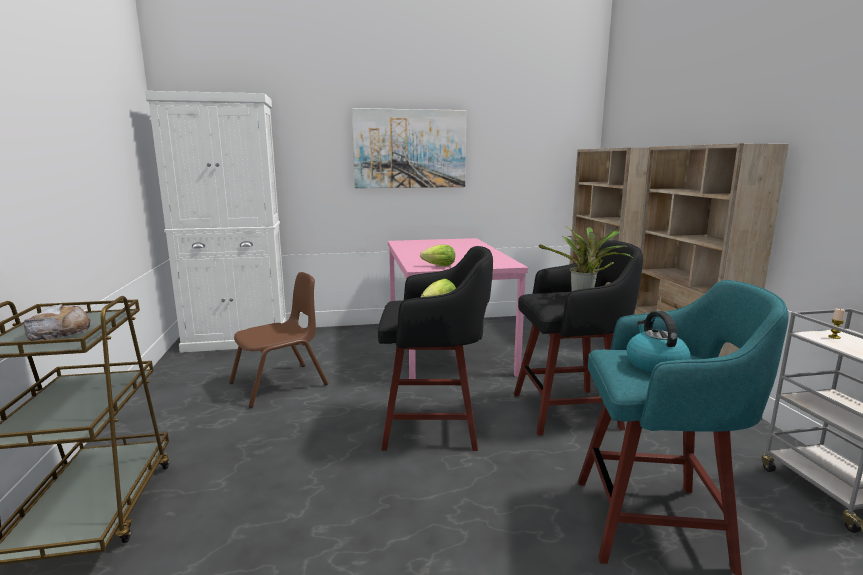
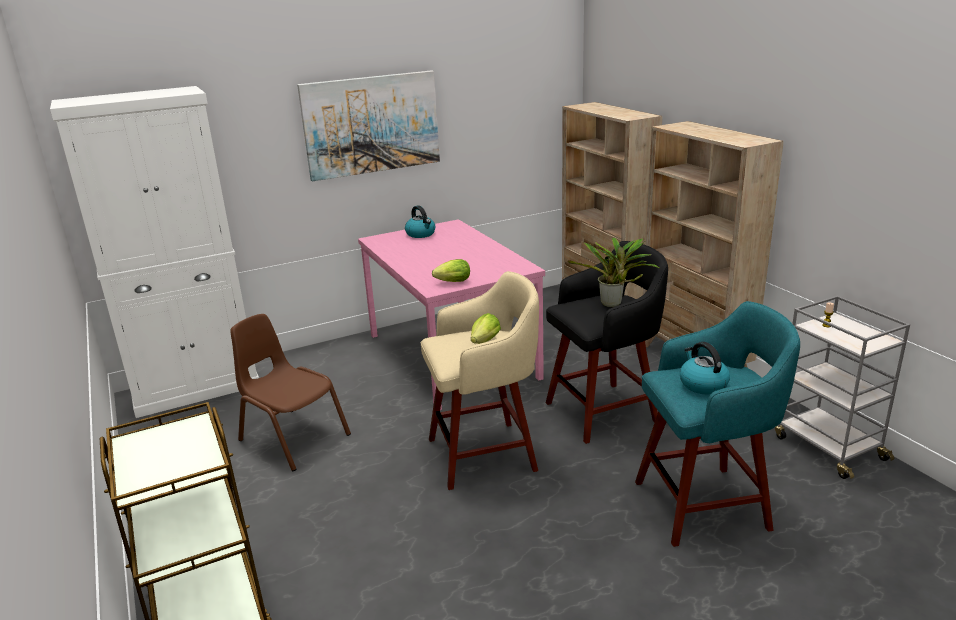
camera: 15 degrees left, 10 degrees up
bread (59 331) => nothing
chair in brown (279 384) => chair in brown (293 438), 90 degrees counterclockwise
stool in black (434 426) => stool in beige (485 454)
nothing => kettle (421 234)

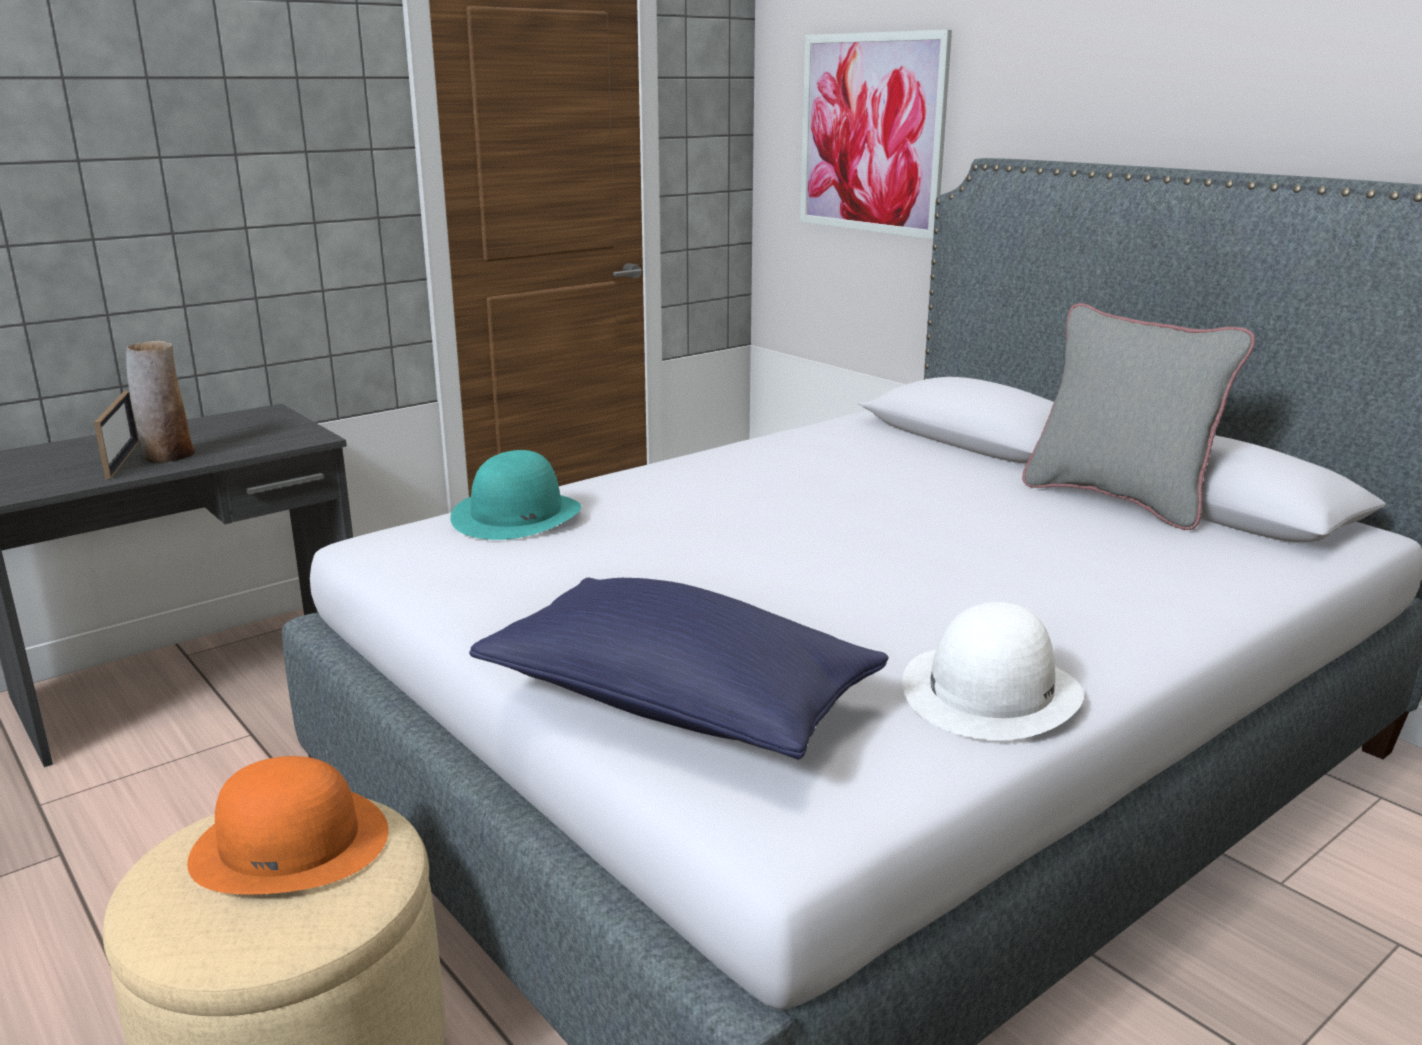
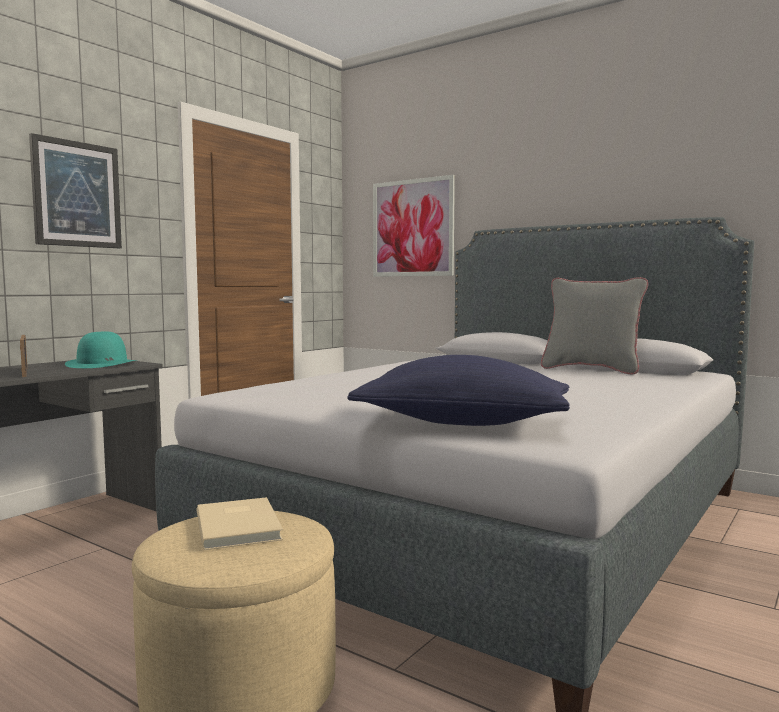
camera: 15 degrees left, 15 degrees down
vase (168 456) => nothing
hat in orange (291 843) => book in beige (240 525)
hat in turquoise (516 515) => hat in turquoise (102 364), shifted
hat in white (991 691) => nothing
nothing => picture (76 194)

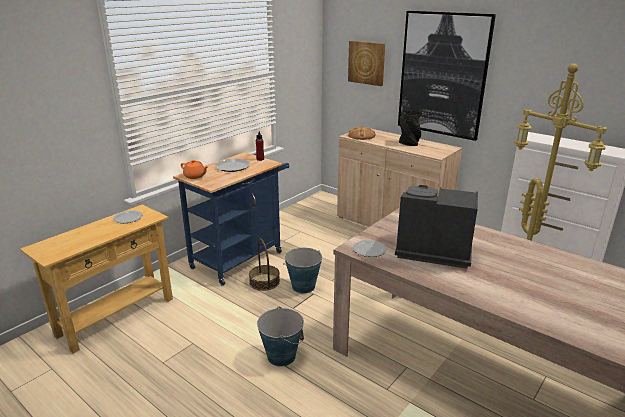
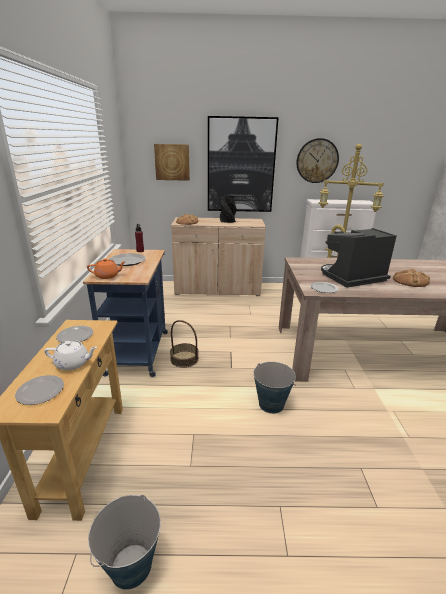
camera: 40 degrees left, 0 degrees up
bucket (303 286) => bucket (131 565), shifted
nothing => plate (41 391)
nothing => teapot in white (73 363)
nothing => wall clock (317 161)
nothing => bread (410 281)

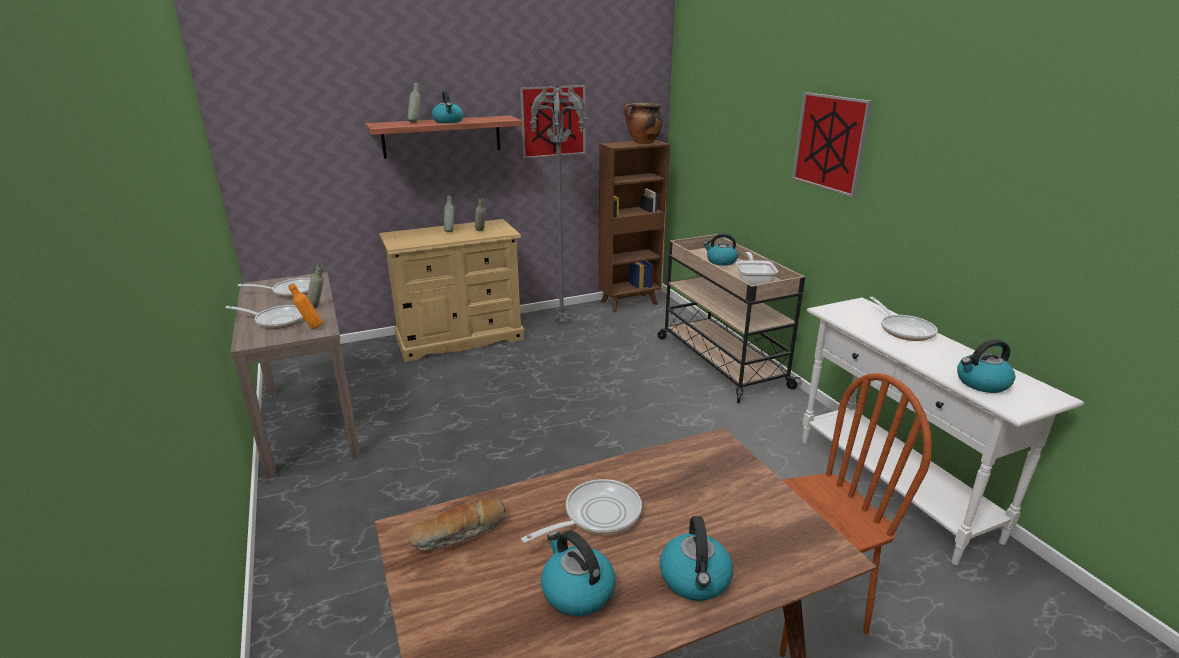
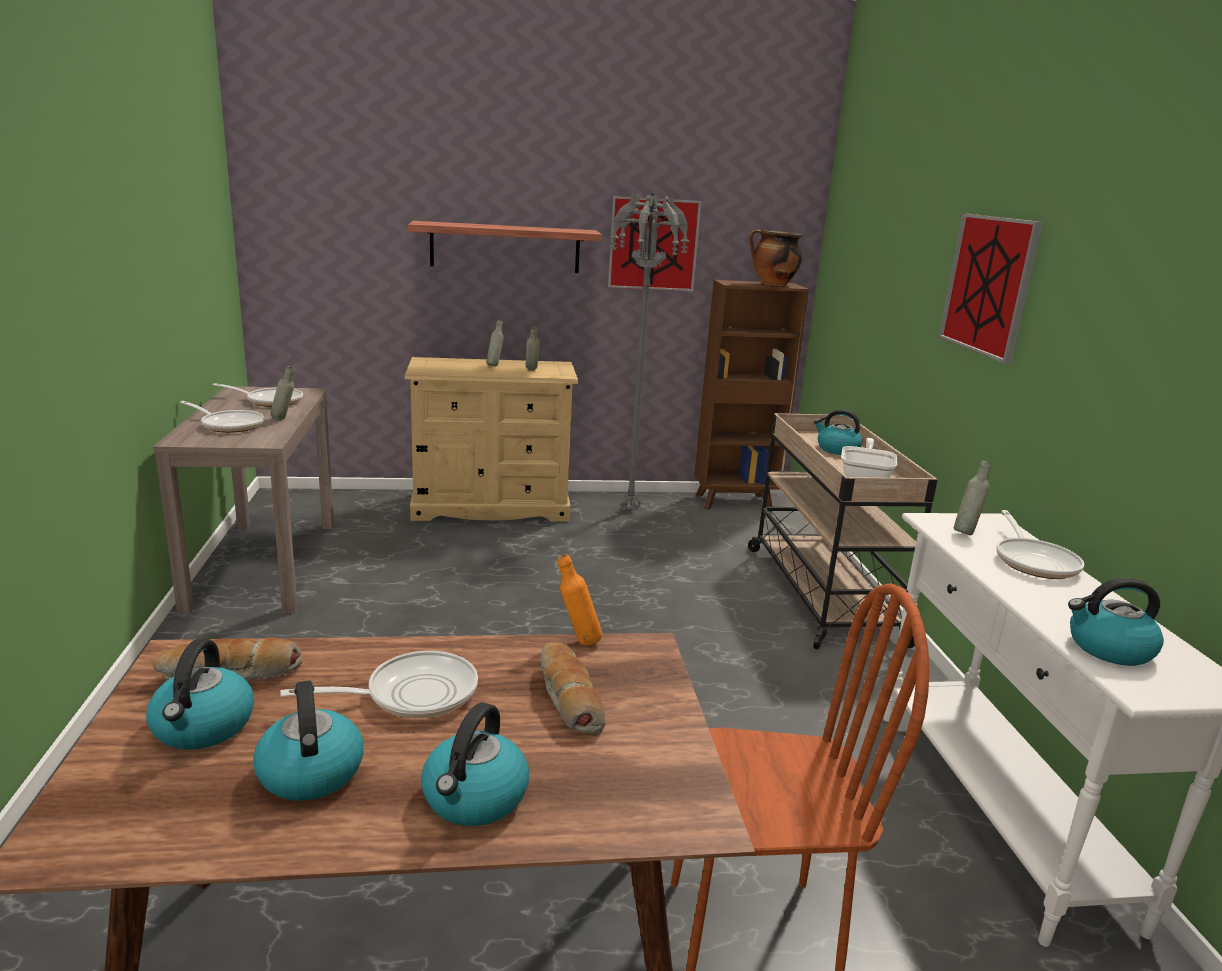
camera: 15 degrees right, 5 degrees down
bottle in orange (310 328) => bottle in orange (577 642), shifted
bottle in grey (415 122) => bottle in grey (966 532), shifted
kettle (448 121) => kettle (203 727), shifted
nothing => bread (567 698)

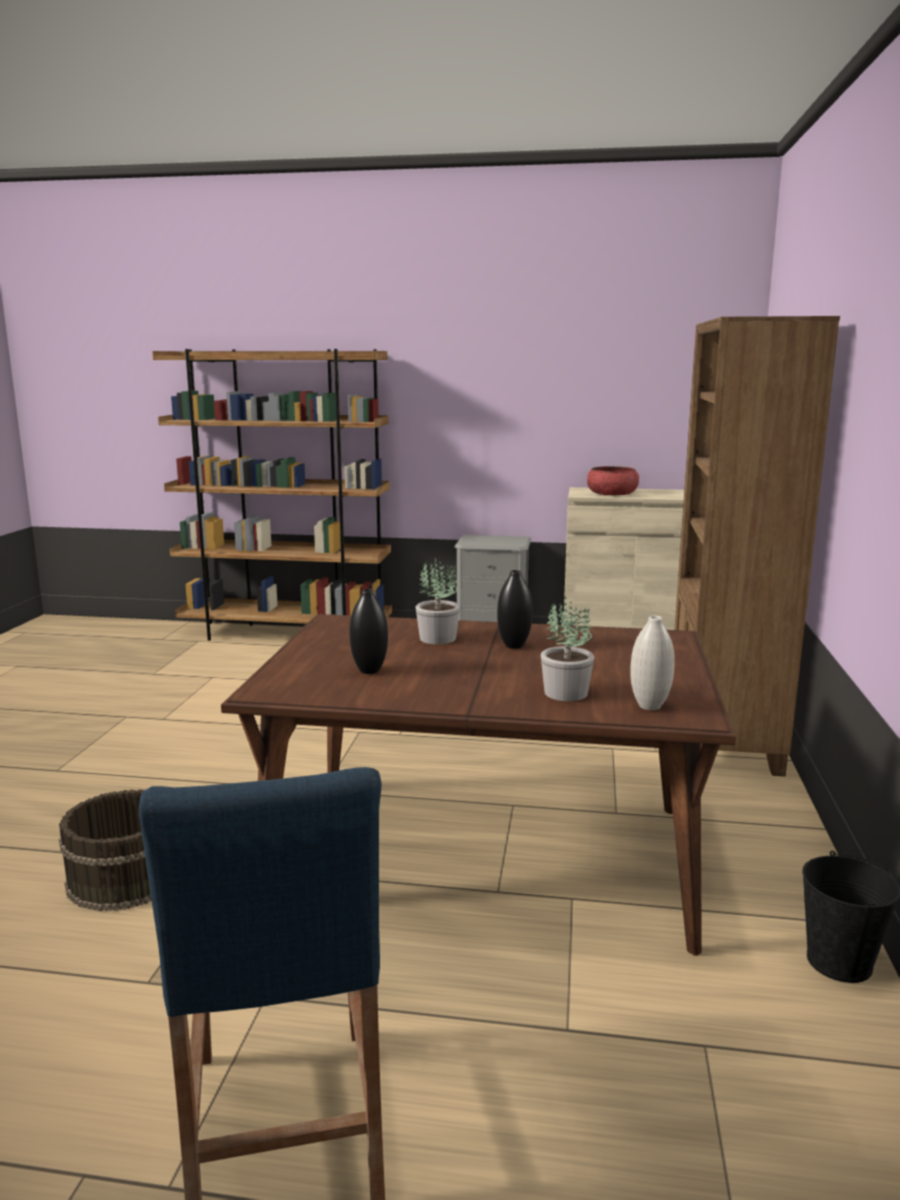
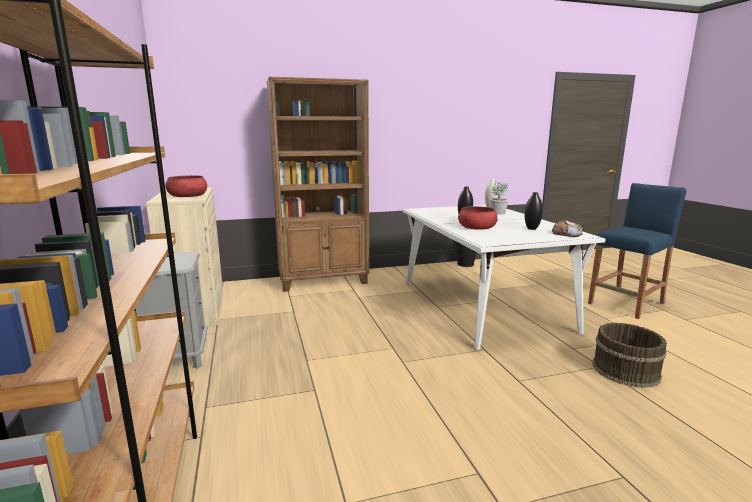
camera: 115 degrees left, 0 degrees up
dining table in brown (486 855) => dining table in white (481 304)
potted plant (437 638) => bowl in red (477 227)
nothing => bread (566 234)

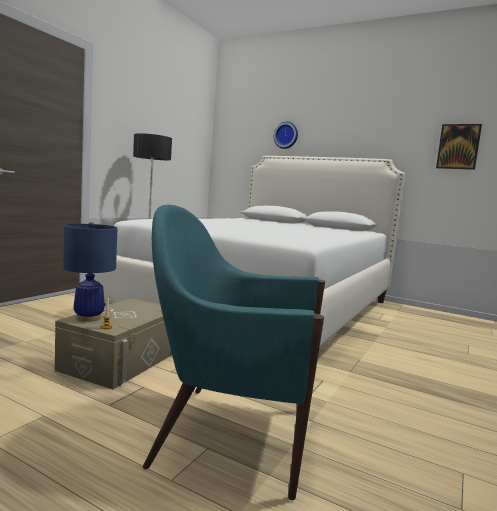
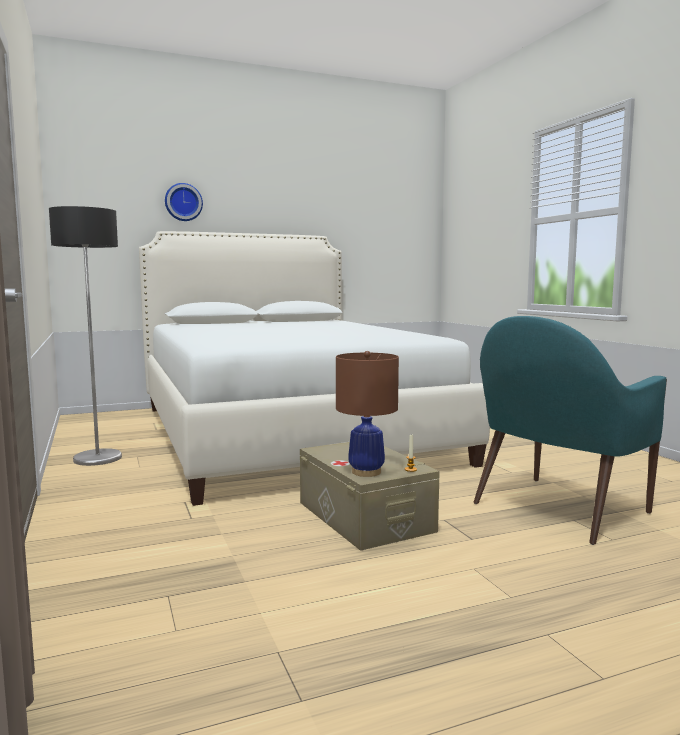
camera: 50 degrees left, 0 degrees up
table lamp in blue (89 318) => table lamp in brown (366 472)
picture (458 146) => nothing

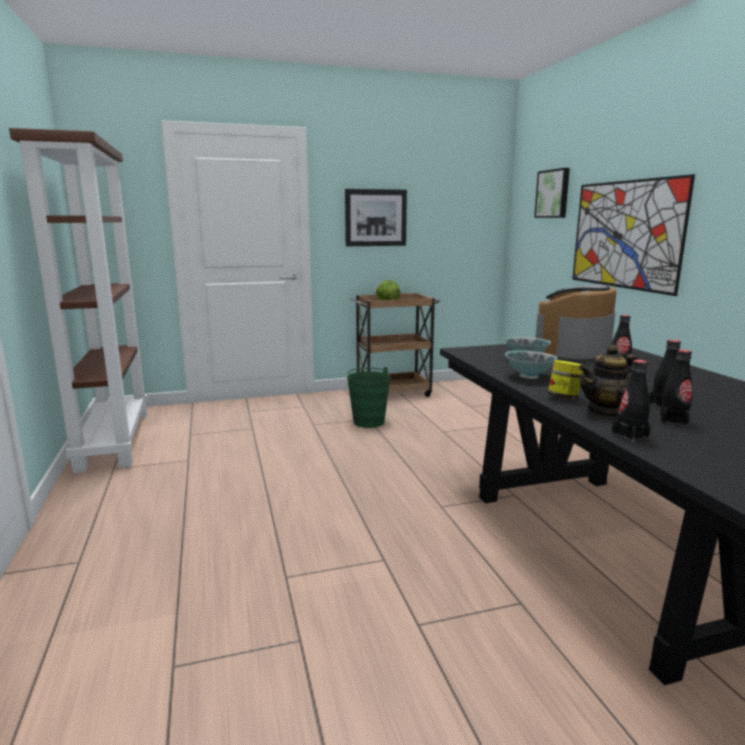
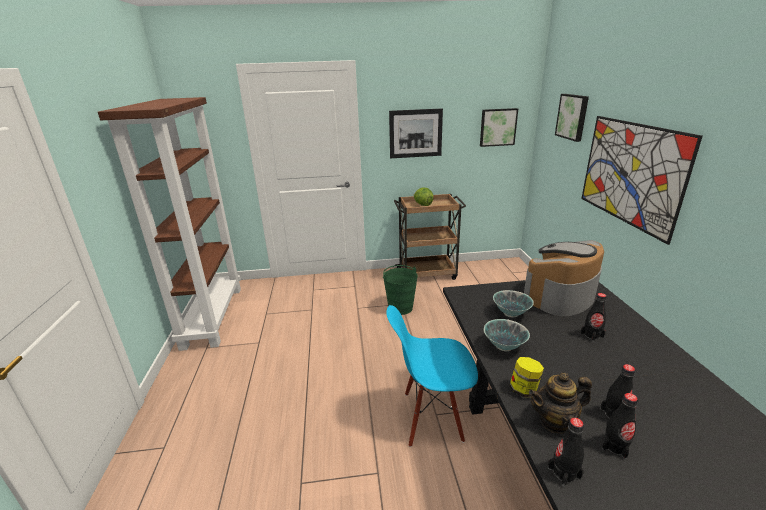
camera: 10 degrees right, 10 degrees up
nothing => chair in blue (431 417)
nothing => picture (497 127)

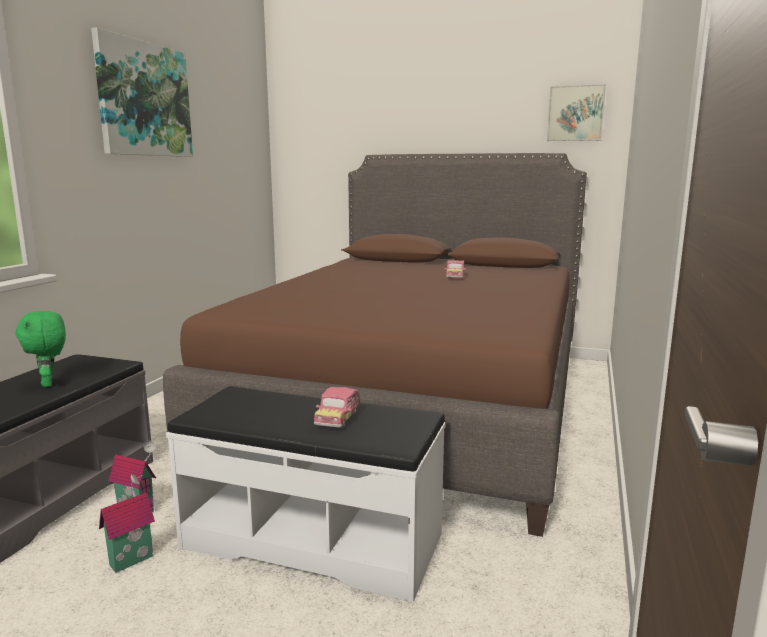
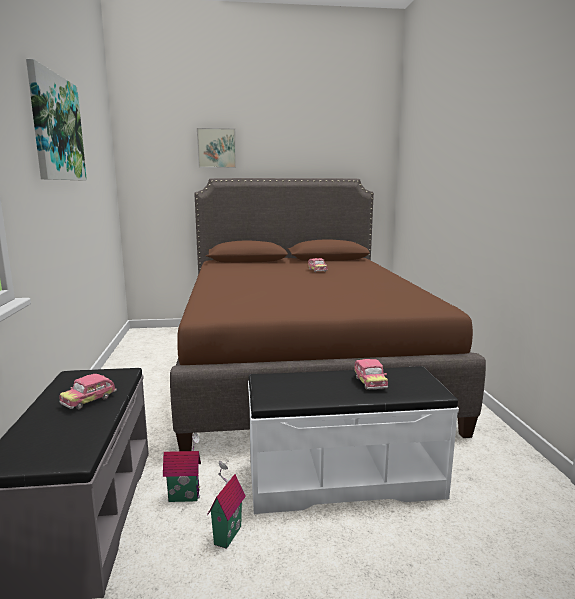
camera: 25 degrees left, 0 degrees up
plush toy in green (49 383) => toy car (89 400)
picture (576 113) => picture (216 148), shifted

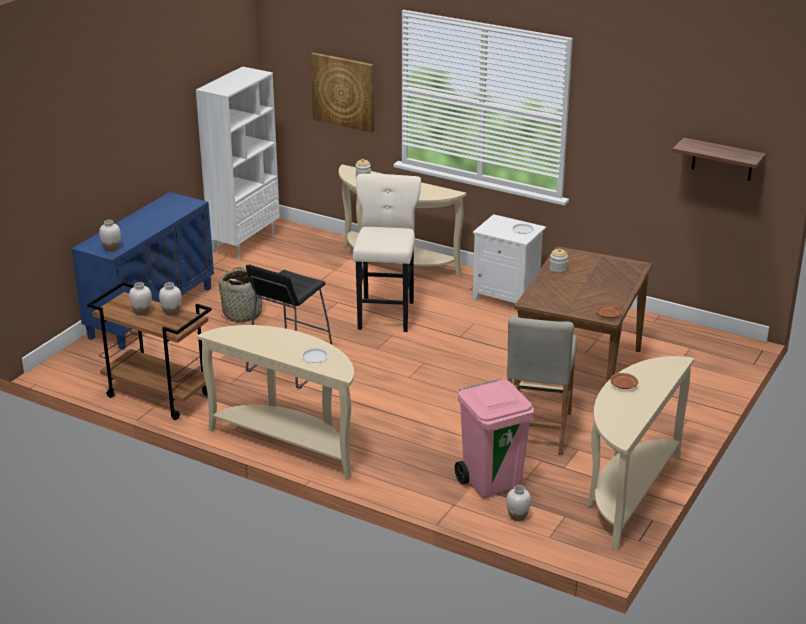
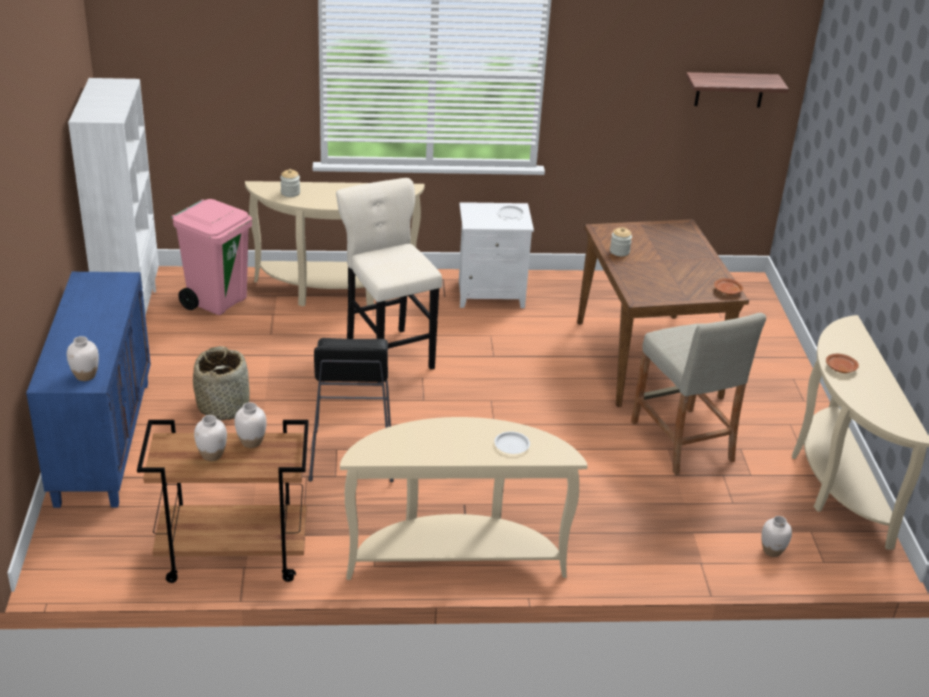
camera: 35 degrees left, 5 degrees up
picture (343 91) => nothing
trash can in pink (492 482) => trash can in pink (217 301), shifted

